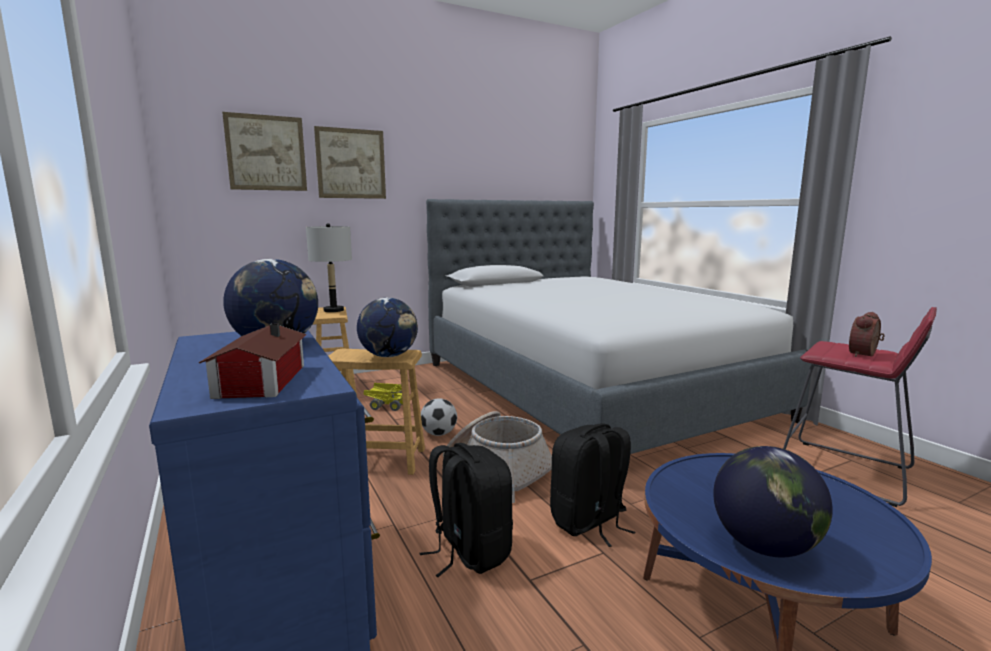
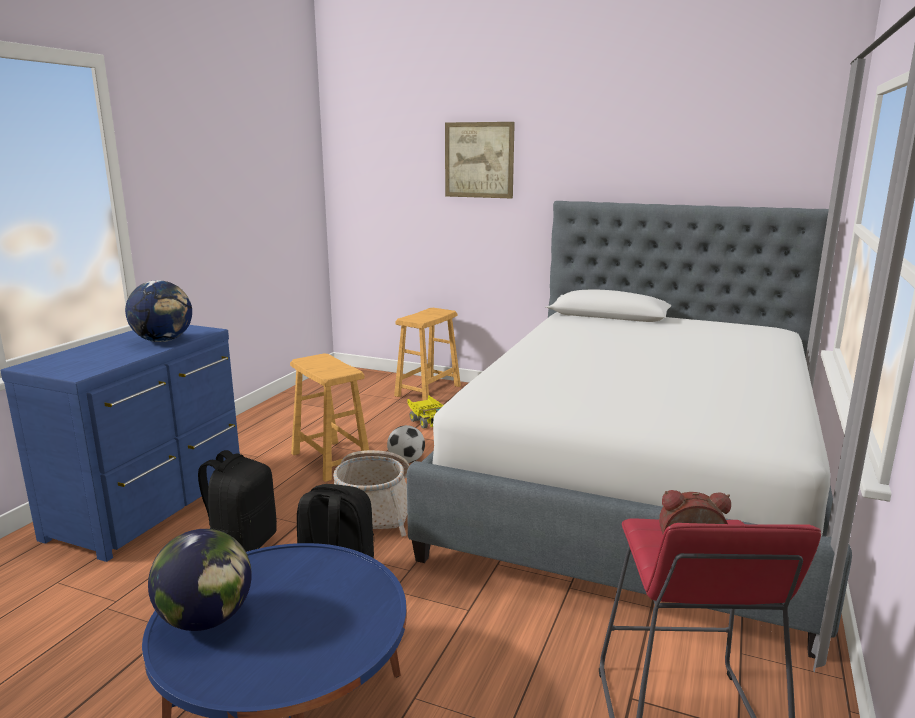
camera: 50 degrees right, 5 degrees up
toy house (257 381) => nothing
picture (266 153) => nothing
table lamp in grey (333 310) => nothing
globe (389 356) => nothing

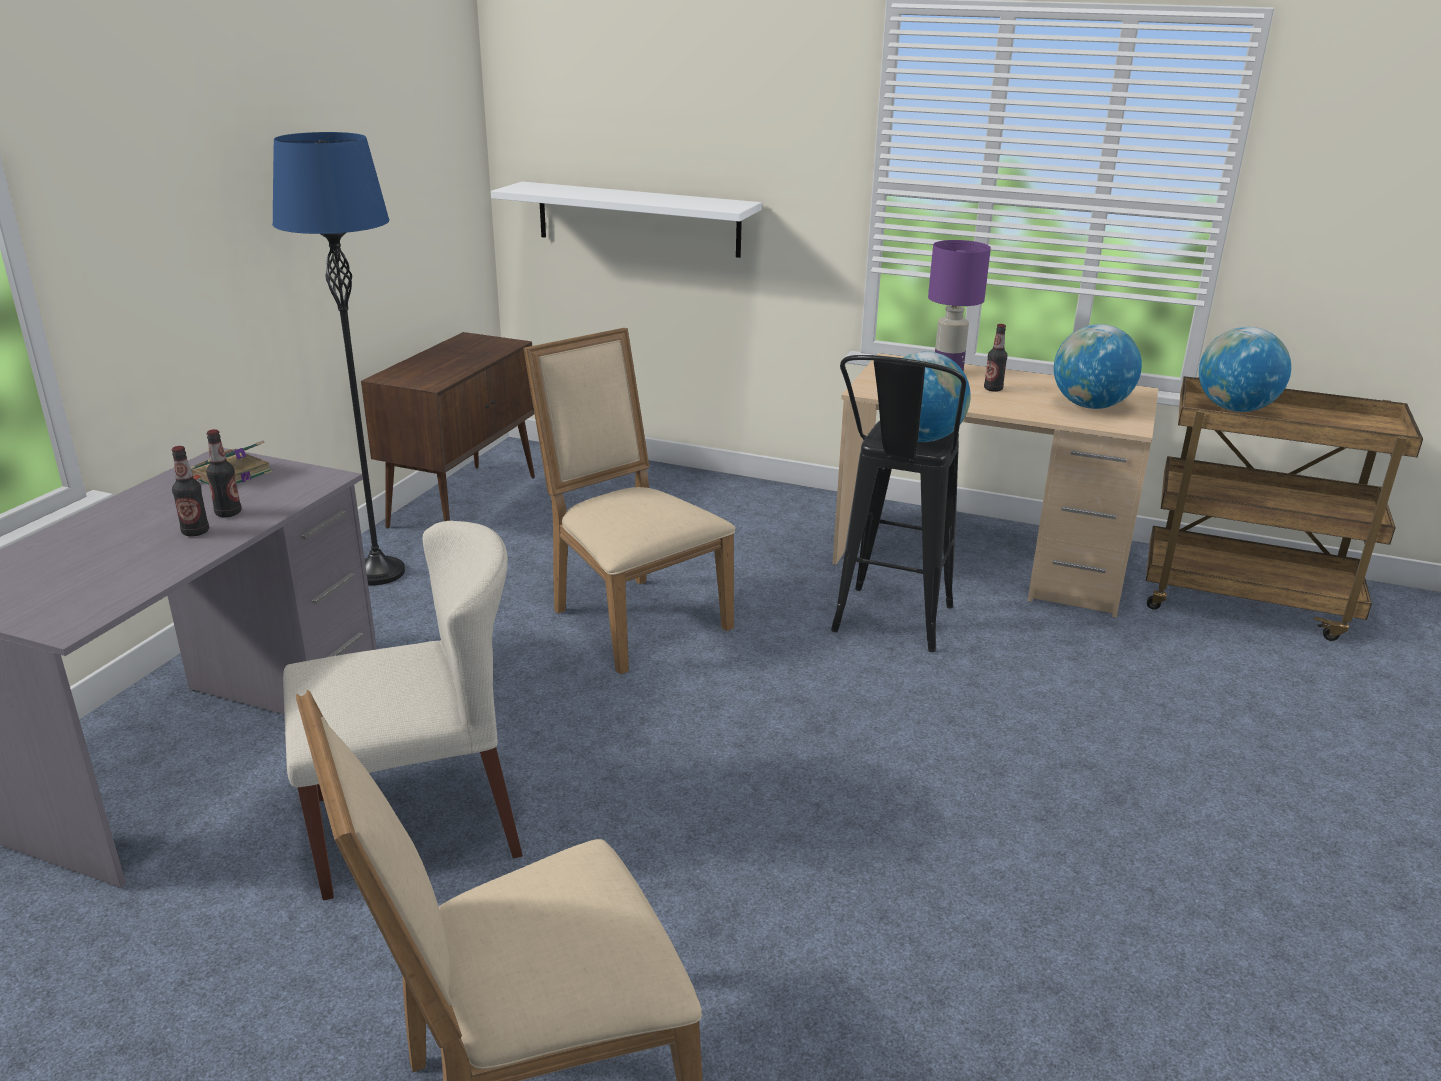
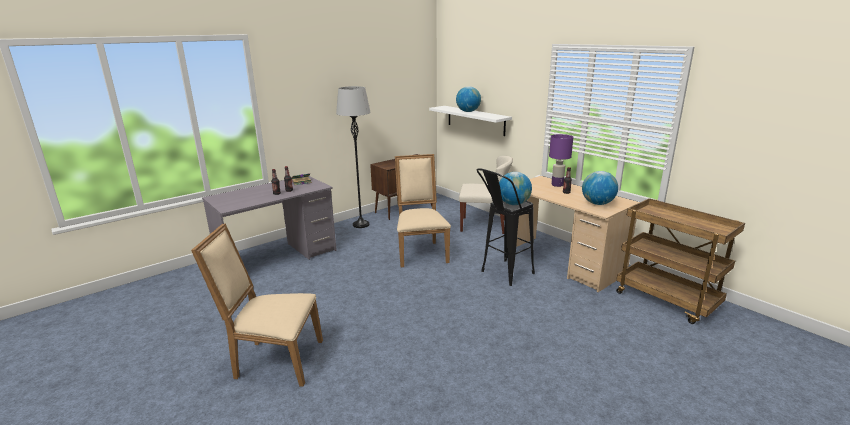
camera: 30 degrees right, 5 degrees down
floor lamp in blue (378 572) => floor lamp in grey (361 224)
chair in beige (417 824) => chair in beige (483 225), shifted
globe (1234 409) => globe (468 111), shifted

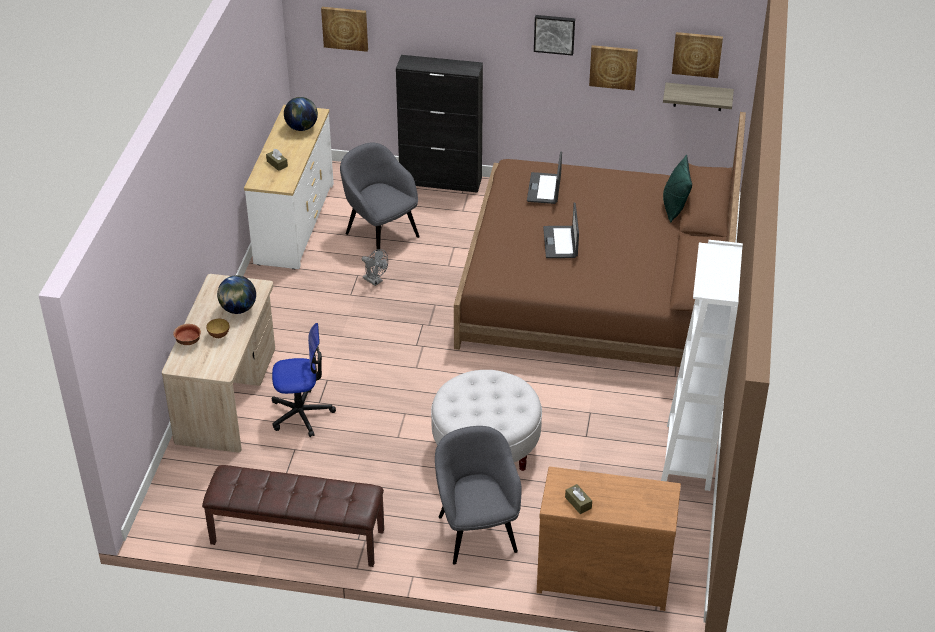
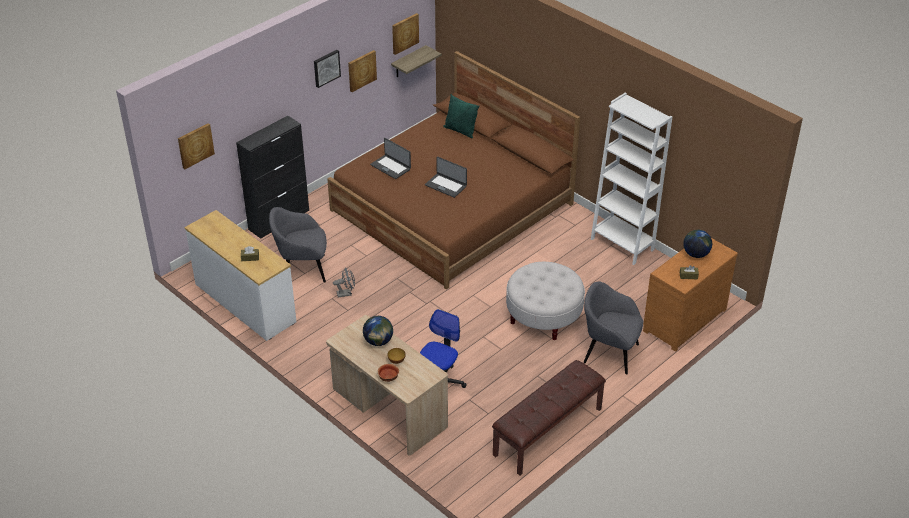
camera: 55 degrees left, 0 degrees up
globe (302 127) => globe (696 254), shifted

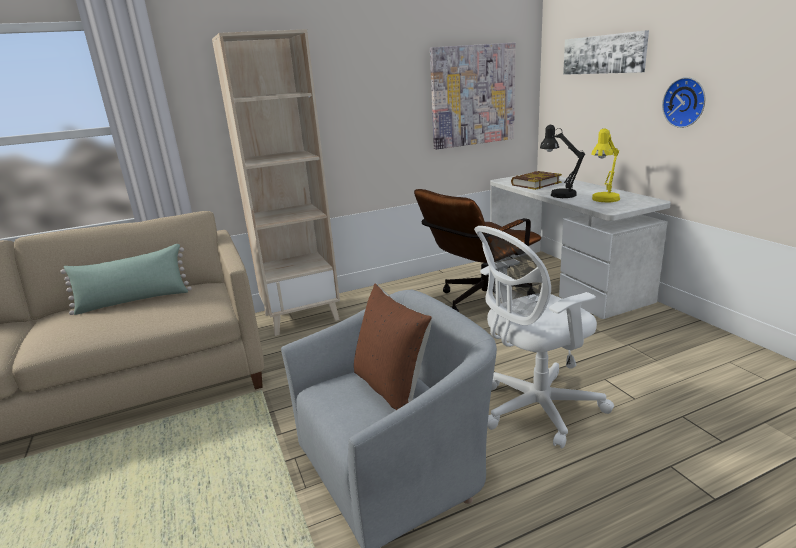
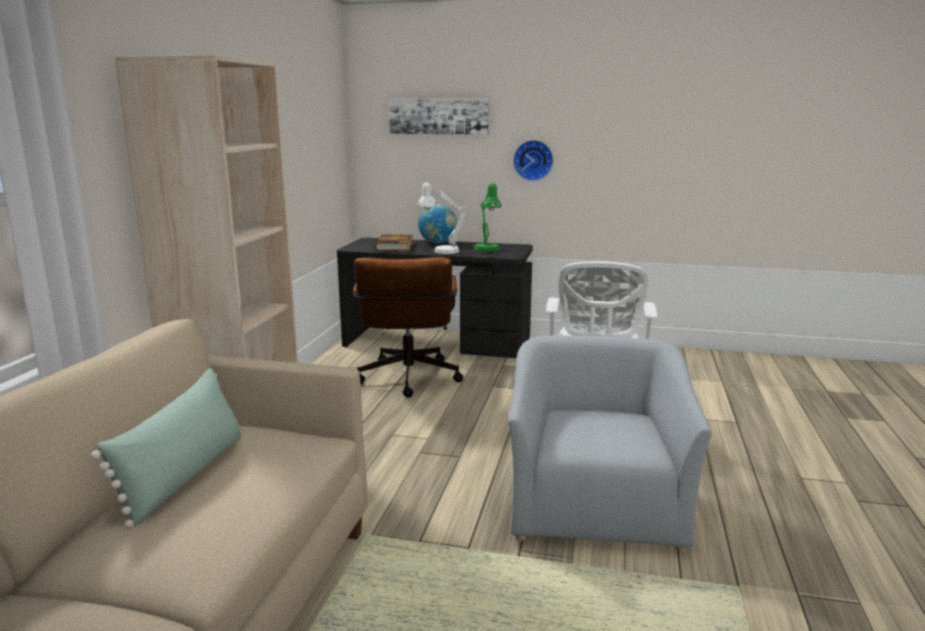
camera: 55 degrees left, 5 degrees down
pillow in brown (392 388) => nothing
picture (472 96) => nothing
desk in white (564 280) => desk in black (437 341)
table lamp in black (558 194) => table lamp in white (441 251)
table lamp in yellow (603 200) => table lamp in green (488 250)
nothing => globe (437 243)

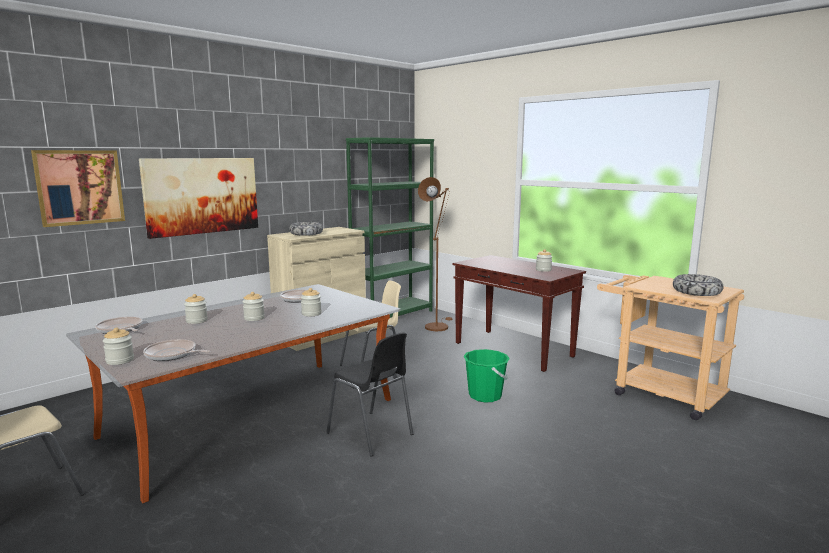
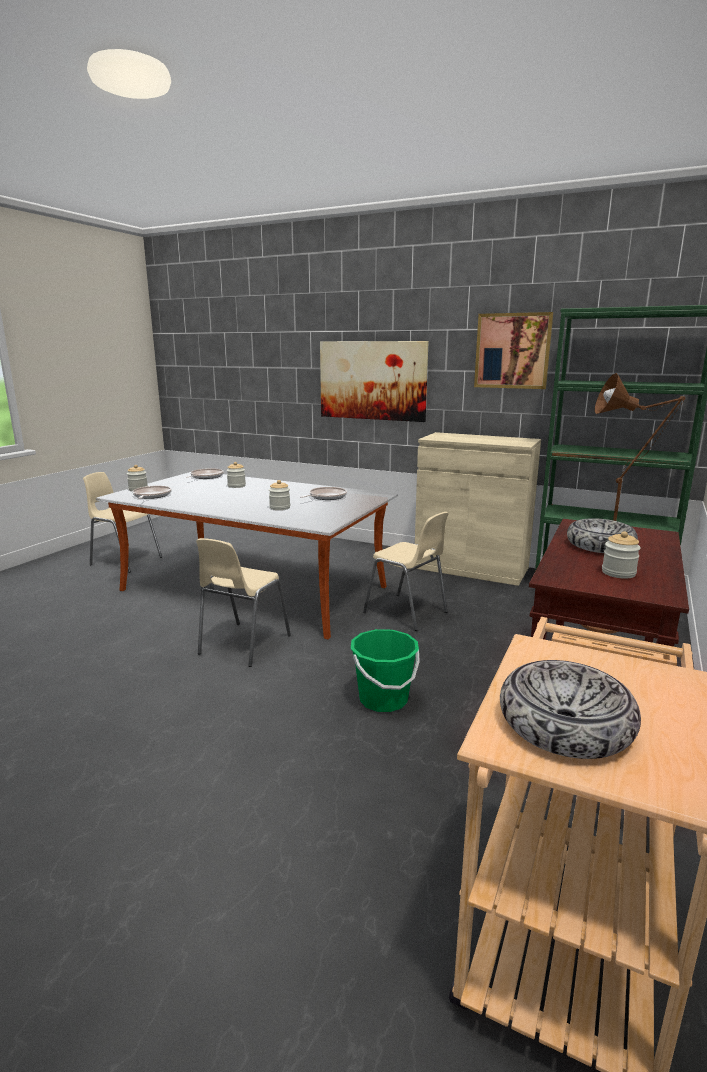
camera: 70 degrees right, 5 degrees up
picture (80 187) => picture (512 351), shifted
jar (254 318) => nothing
bowl (306 234) => bowl (600 545), shifted
chair in black (371 434) => chair in beige (242 645)

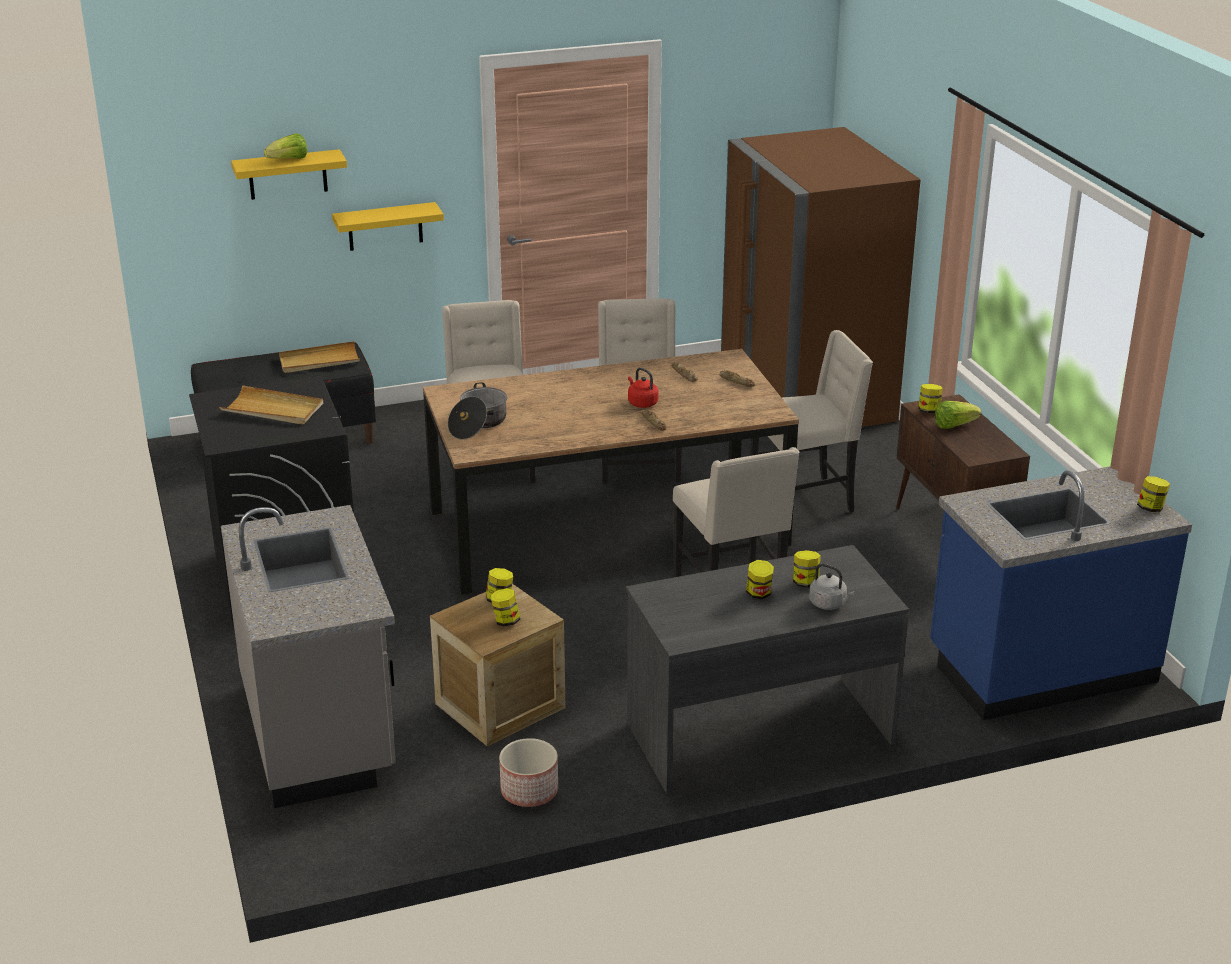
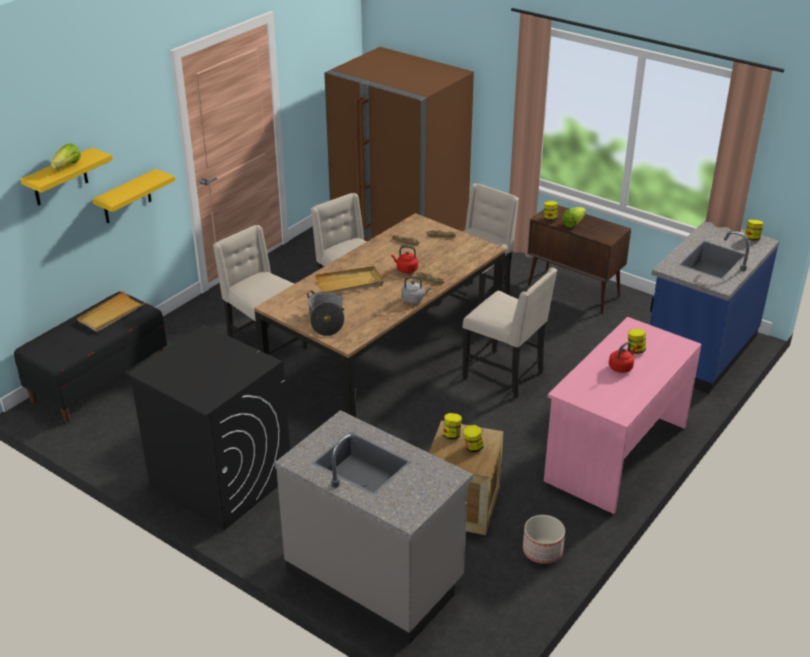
camera: 35 degrees left, 5 degrees up
tray in beige (273 409) => tray in beige (349 283), shifted
desk in grey (759 731) => desk in pink (615 452)
jar (759 594) => kettle in red (621 367)
kettle in grey (829 604) => kettle in grey (414 299), shifted

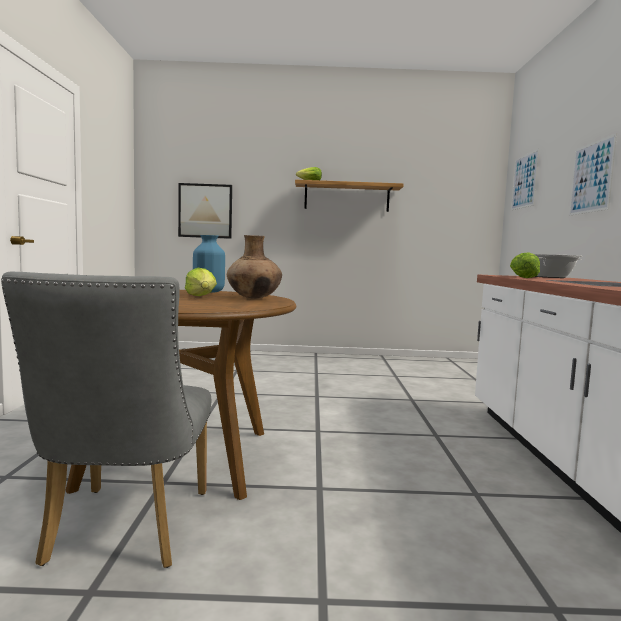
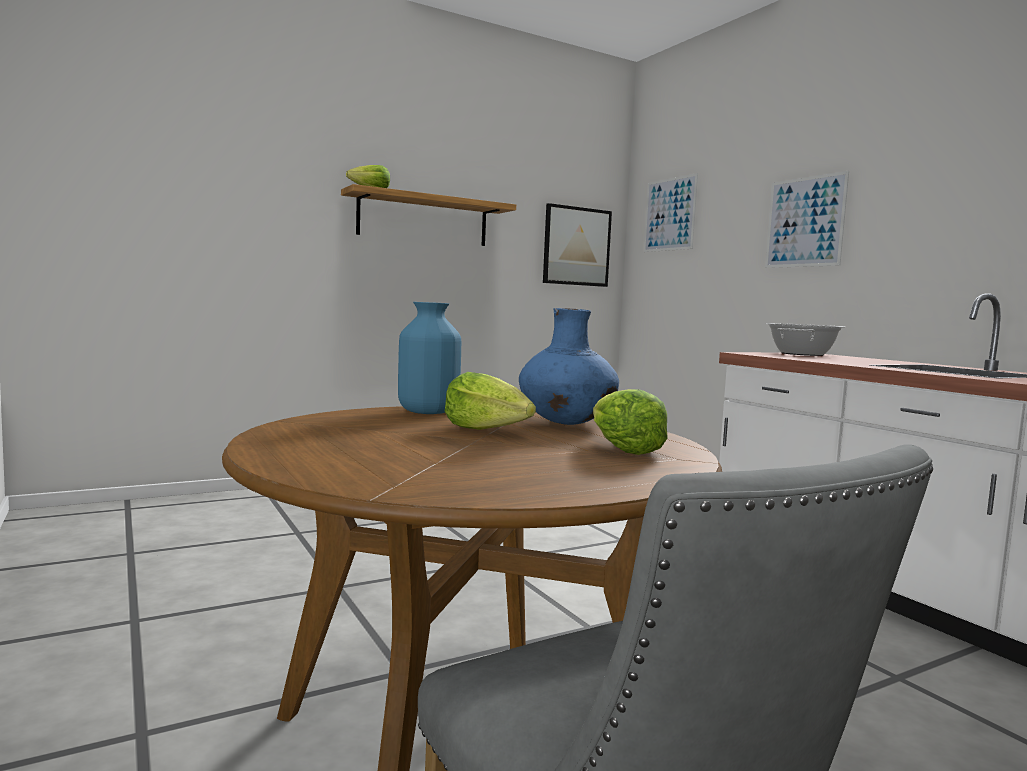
camera: 30 degrees left, 0 degrees up
picture (205 211) => picture (576 246), shifted
vase in brown (254 298) => vase in blue (566 423)
lettuce (522 277) => lettuce (622 449), shifted

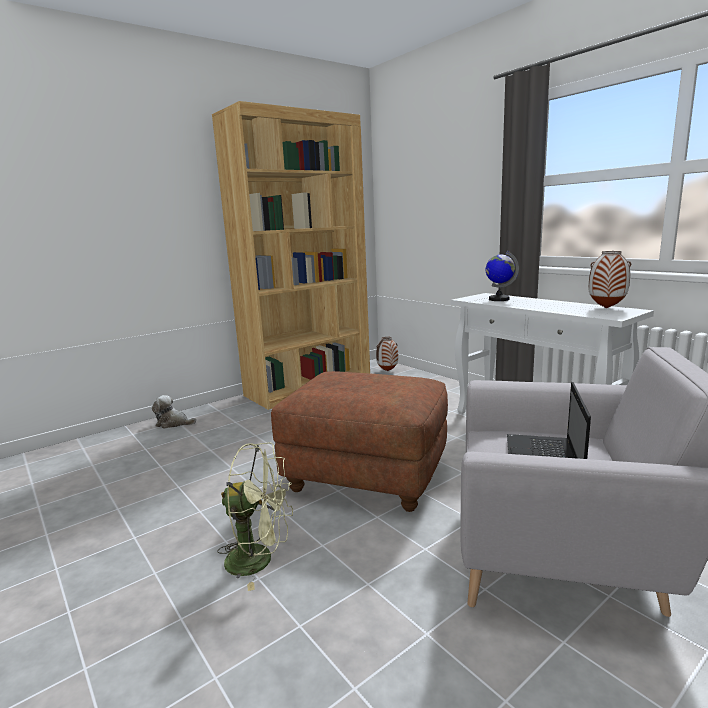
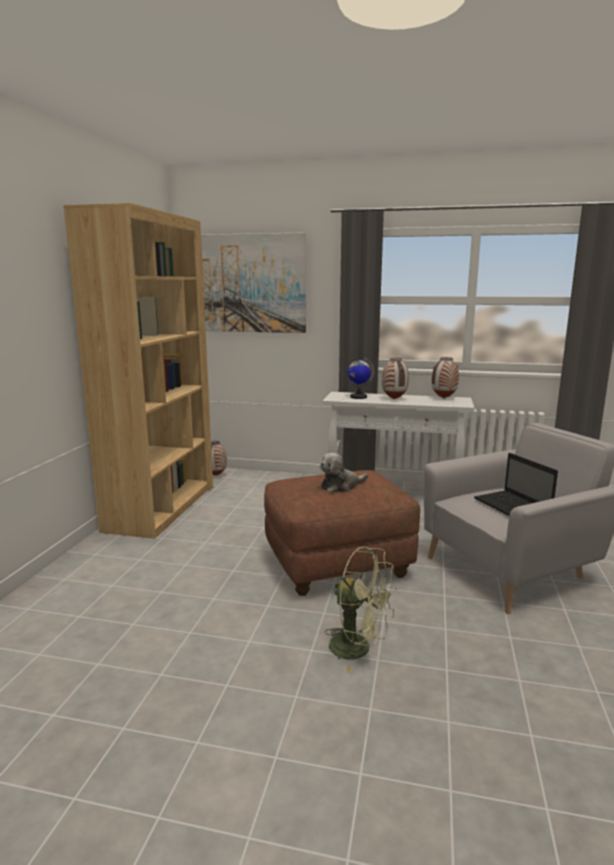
camera: 40 degrees left, 0 degrees up
plush toy (173 423) => plush toy (341 486), shifted
fan in green (259 560) => fan in green (359 649), 60 degrees clockwise
nothing => picture (244 283)
nothing => vase (394 399)

